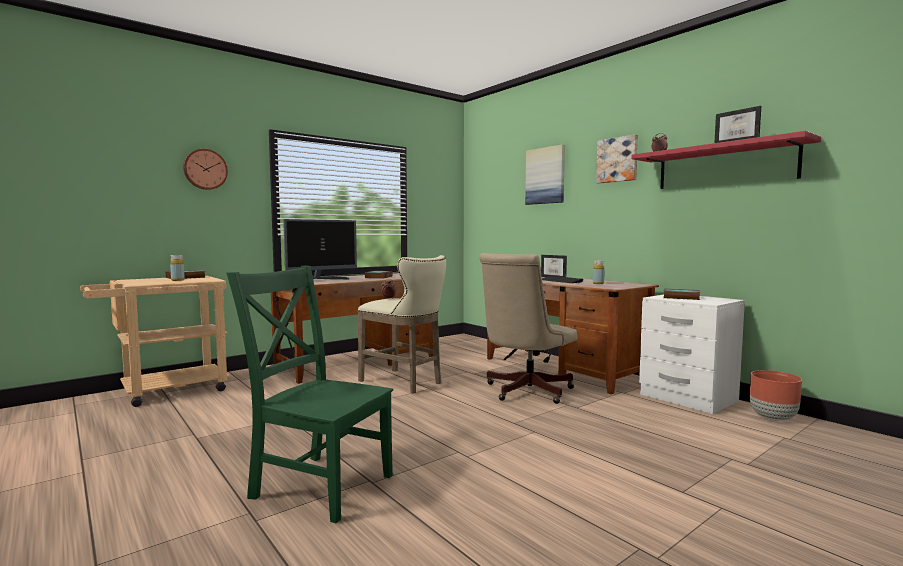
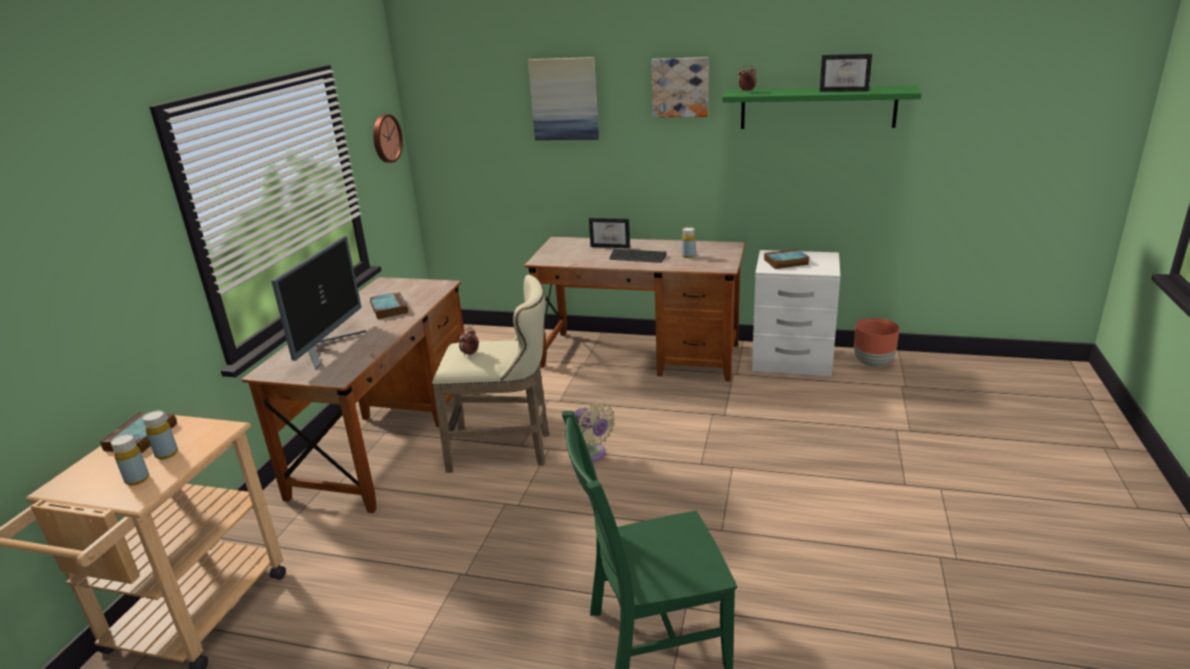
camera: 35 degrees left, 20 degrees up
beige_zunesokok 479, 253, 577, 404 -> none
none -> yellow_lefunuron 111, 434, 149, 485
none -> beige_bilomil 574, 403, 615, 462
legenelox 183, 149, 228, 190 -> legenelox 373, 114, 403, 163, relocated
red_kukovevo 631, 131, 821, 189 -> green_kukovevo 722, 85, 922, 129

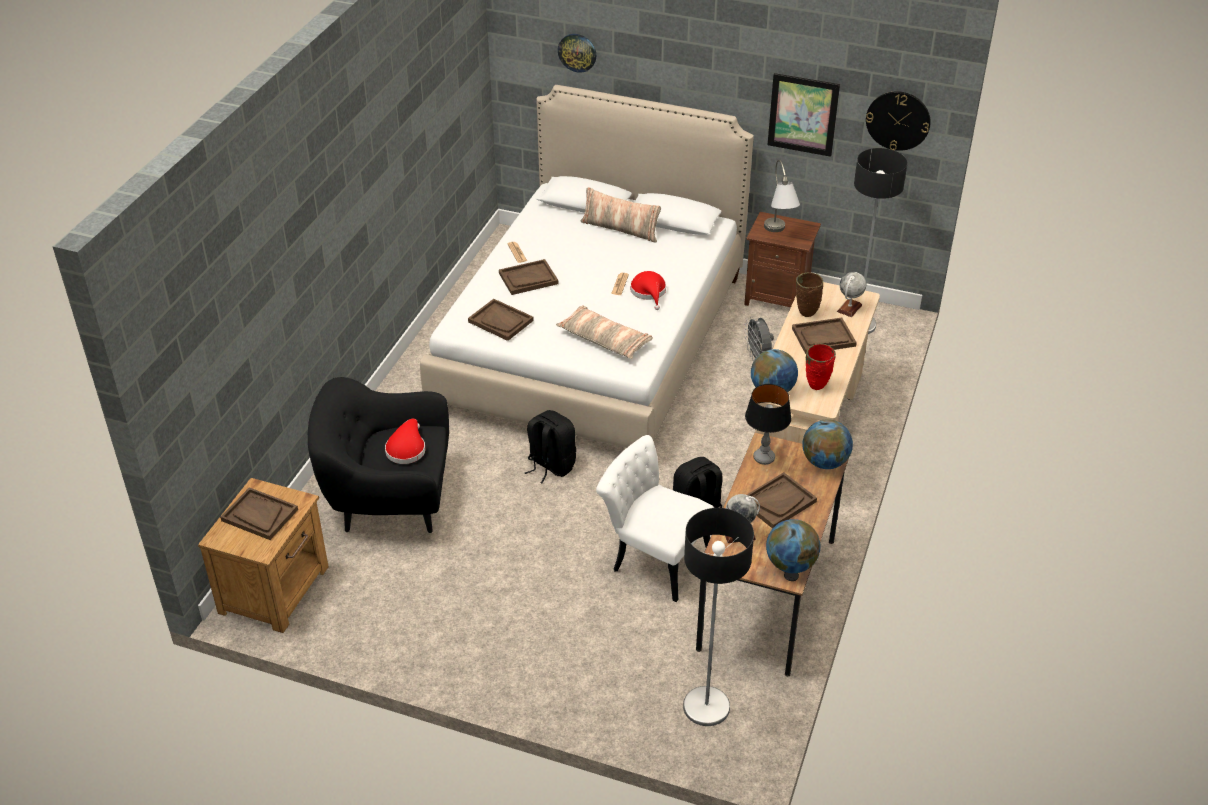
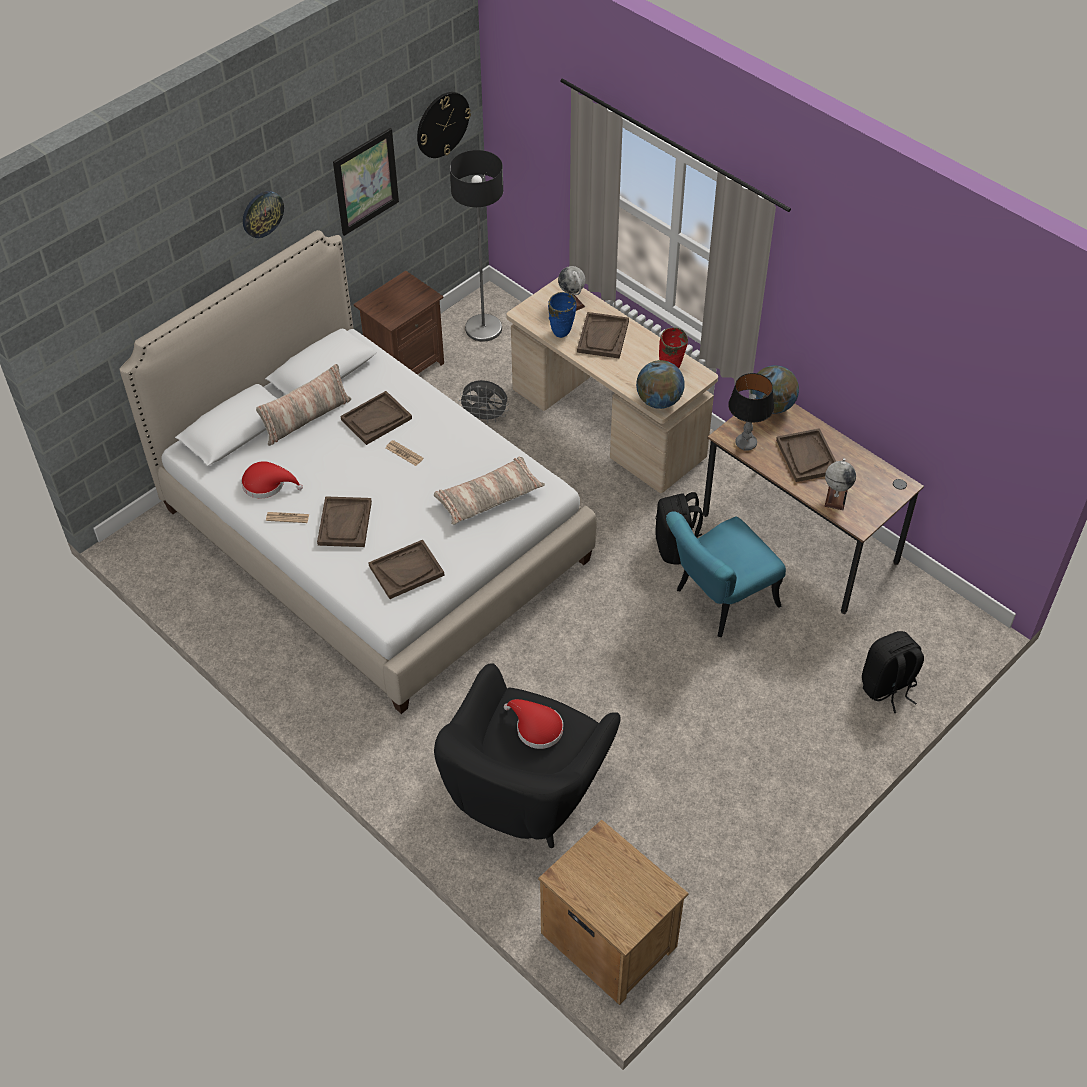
camera: 65 degrees left, 10 degrees up
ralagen 683, 508, 754, 726 -> none
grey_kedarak 764, 160, 800, 232 -> none
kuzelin 766, 519, 820, 573 -> none
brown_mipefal 220, 487, 298, 540 -> brown_mipefal 340, 391, 412, 445, relocated
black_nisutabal 525, 410, 576, 483 -> black_nisutabal 862, 631, 924, 713, relocated
legenelox 558, 34, 596, 73 -> legenelox 243, 191, 284, 238, relocated
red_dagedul 630, 271, 666, 310 -> red_dagedul 241, 461, 303, 498, relocated
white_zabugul 596, 435, 714, 602 -> turquoise_zabugul 666, 511, 786, 637
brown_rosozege 796, 272, 823, 317 -> blue_rosozege 548, 292, 576, 338

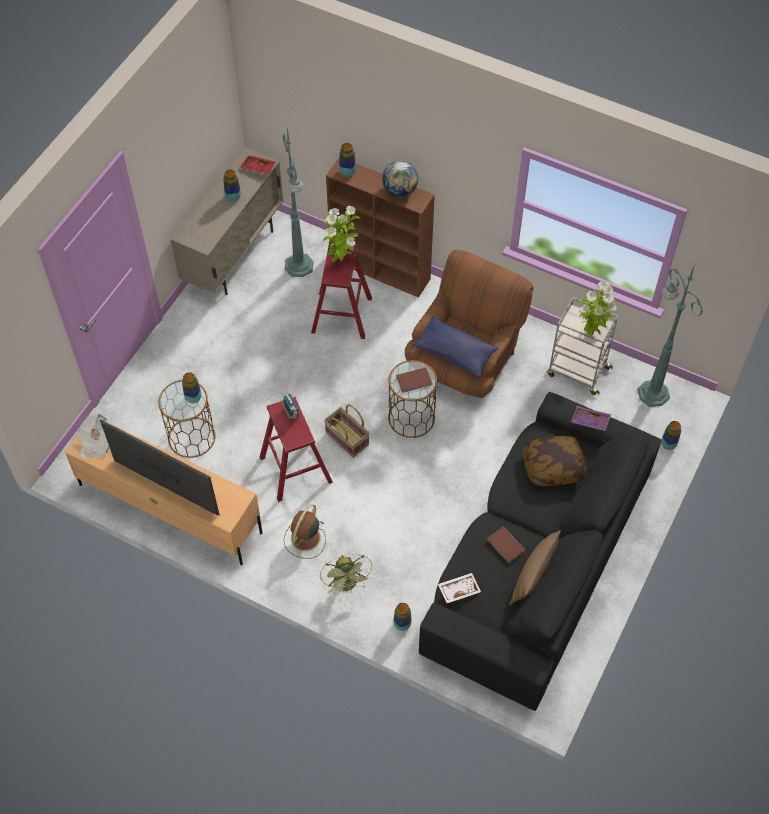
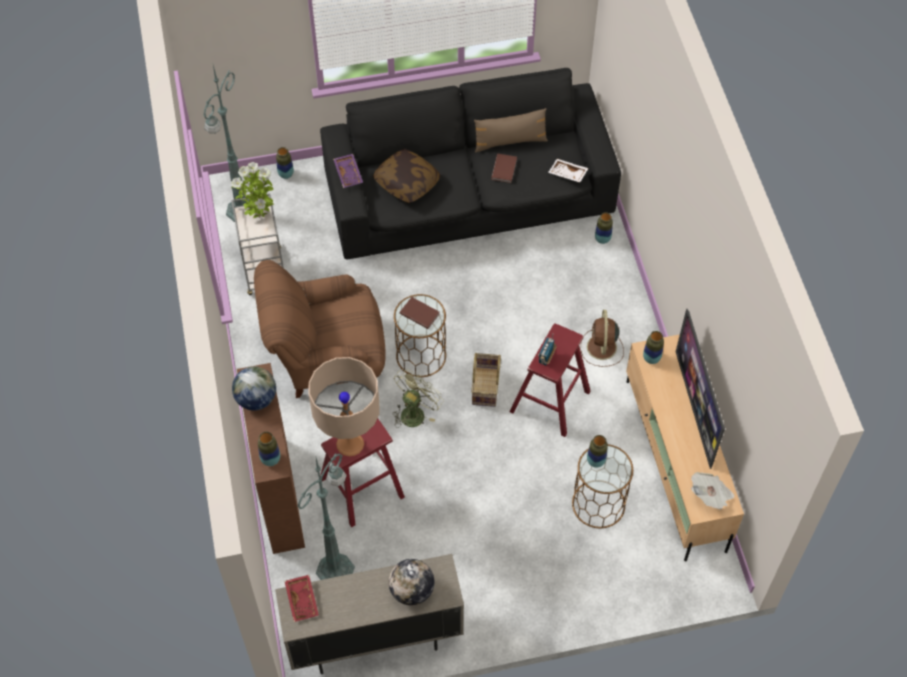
camera: 130 degrees left, 0 degrees up
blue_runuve 412, 316, 499, 378 -> none
none -> kuzelin 389, 559, 434, 605
rosozege 224, 170, 241, 202 -> rosozege 643, 331, 664, 364, relocated
green_bilomil 320, 554, 373, 595 -> green_bilomil 393, 369, 443, 428, relocated
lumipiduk 323, 206, 360, 263 -> beige_kedarak 309, 357, 380, 456
brown_bilomil 284, 504, 326, 559 -> brown_bilomil 581, 310, 624, 367, 105 degrees clockwise

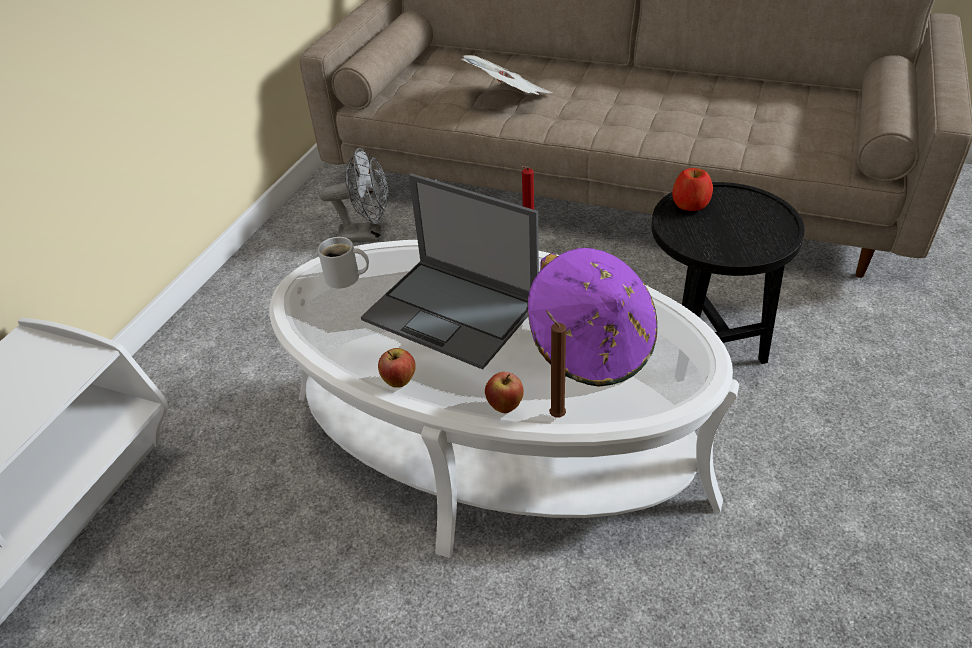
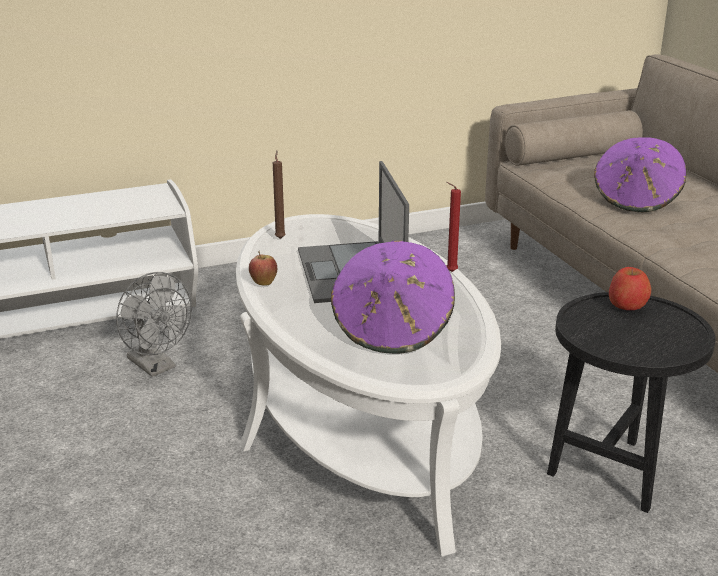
camera: 45 degrees right, 15 degrees down
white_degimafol 318, 237, 369, 289 -> none
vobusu 485, 372, 524, 413 -> none
grey_bilomil 319, 148, 389, 242 -> grey_bilomil 116, 272, 192, 377, relocated
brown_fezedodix 546, 310, 566, 418 -> brown_fezedodix 273, 151, 286, 239, relocated
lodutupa 461, 55, 553, 95 -> purple_dagedul 594, 137, 686, 212

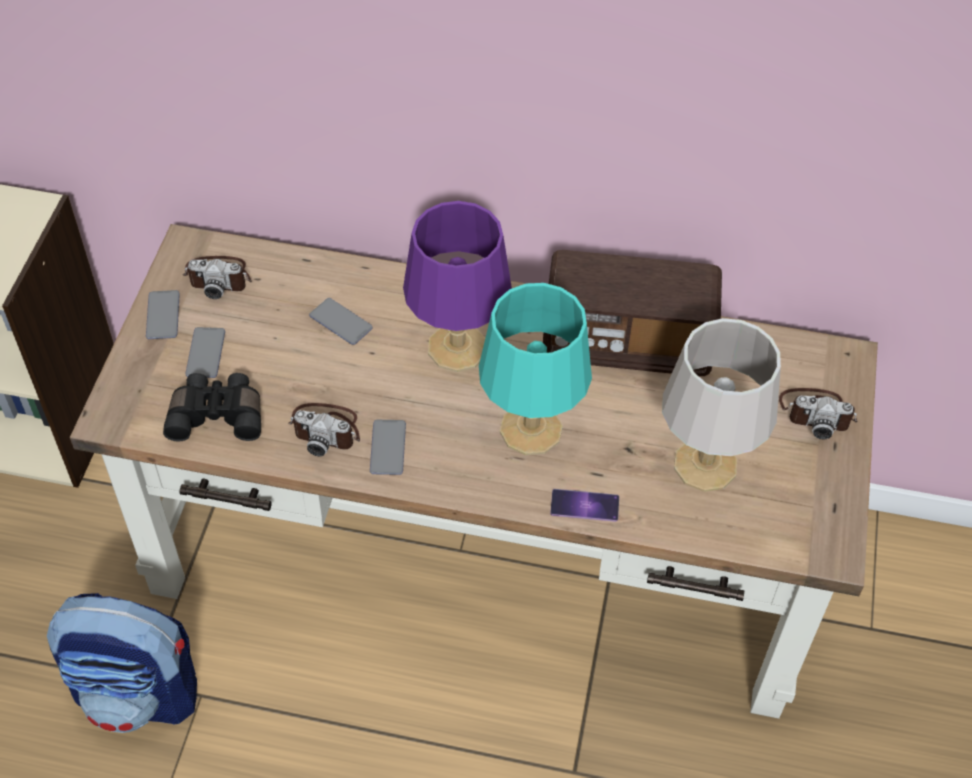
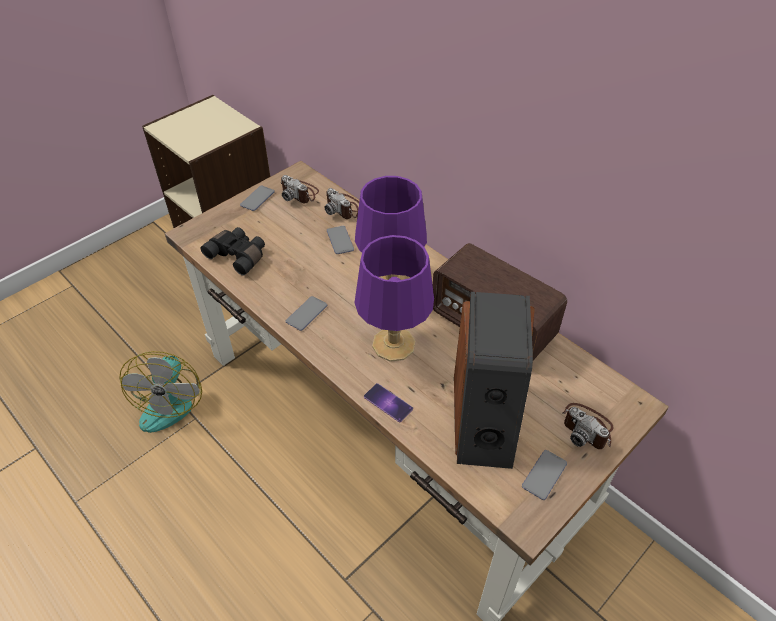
camera: 35 degrees right, 5 degrees down
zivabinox 185, 327, 225, 378 -> zivabinox 522, 450, 567, 500, relocated
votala 289, 403, 360, 457 -> votala 324, 188, 359, 219, relocated
nisutabal 47, 593, 197, 733 -> bilomil 119, 351, 202, 433
grey_kedarak 662, 318, 781, 492 -> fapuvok 454, 292, 535, 469
turquoise_kedarak 479, 283, 592, 455 -> purple_kedarak 354, 235, 434, 362

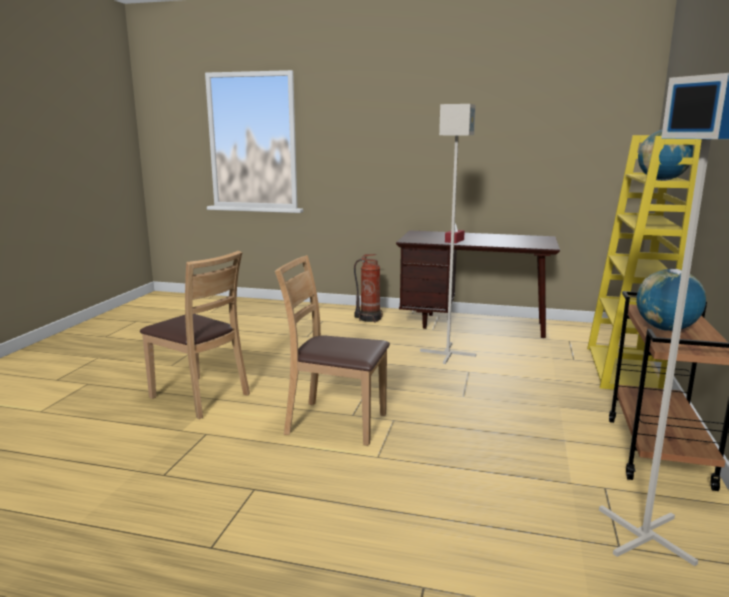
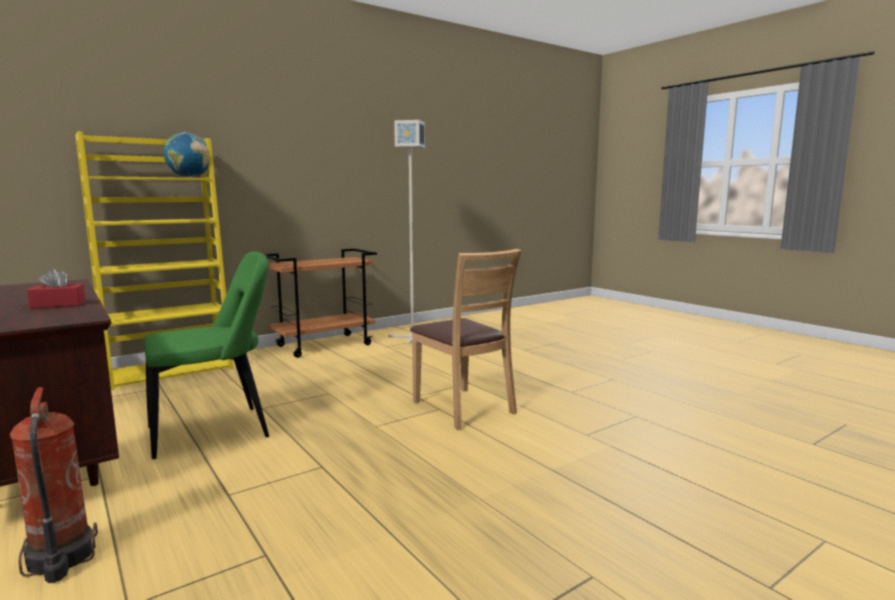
camera: 140 degrees left, 5 degrees down
brown_zabugul 140, 251, 250, 419 -> none
kuzelin 636, 269, 706, 331 -> none
grey_ralagen 420, 104, 476, 364 -> green_zabugul 144, 252, 269, 459

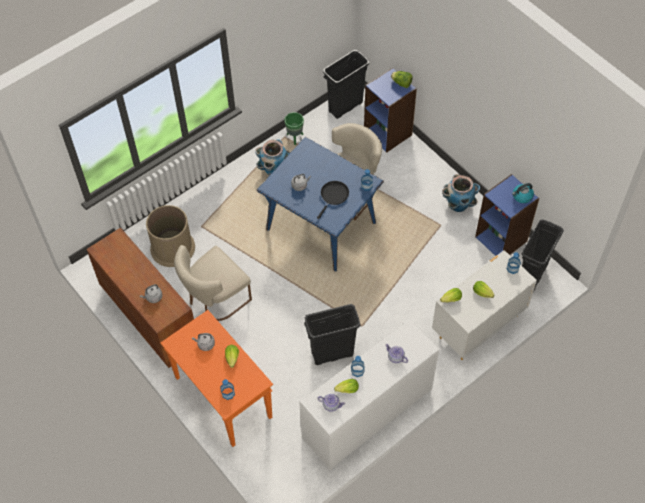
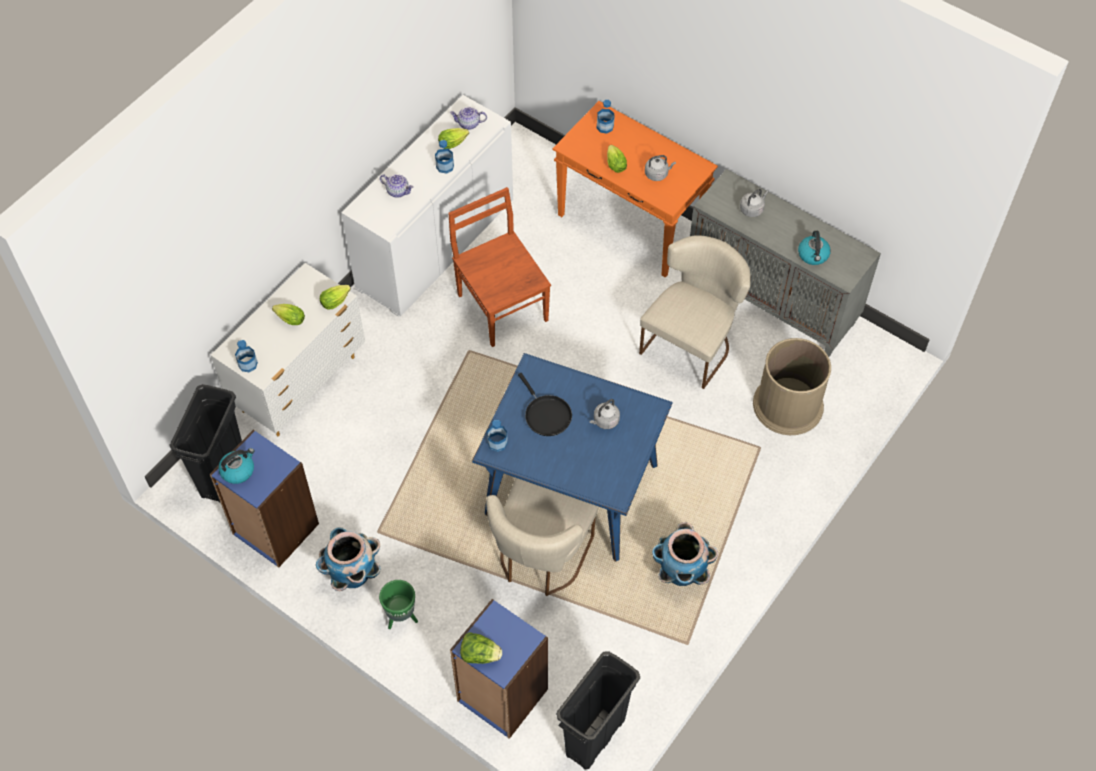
camera: 165 degrees right, 0 degrees up
none -> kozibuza 798, 231, 831, 265
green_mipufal 284, 112, 304, 145 -> green_mipufal 379, 580, 418, 629, relocated
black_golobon 304, 304, 361, 365 -> brown_zabugul 448, 187, 551, 347
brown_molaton 86, 227, 194, 368 -> grey_molaton 690, 169, 881, 357
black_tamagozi 317, 181, 349, 219 -> black_tamagozi 518, 373, 572, 436, 45 degrees counterclockwise

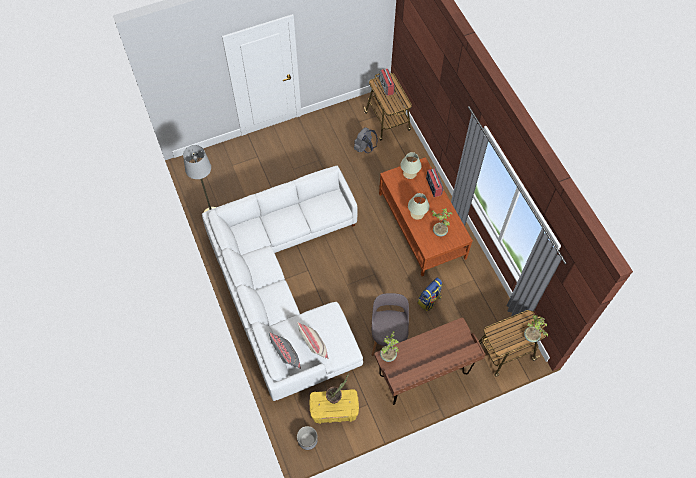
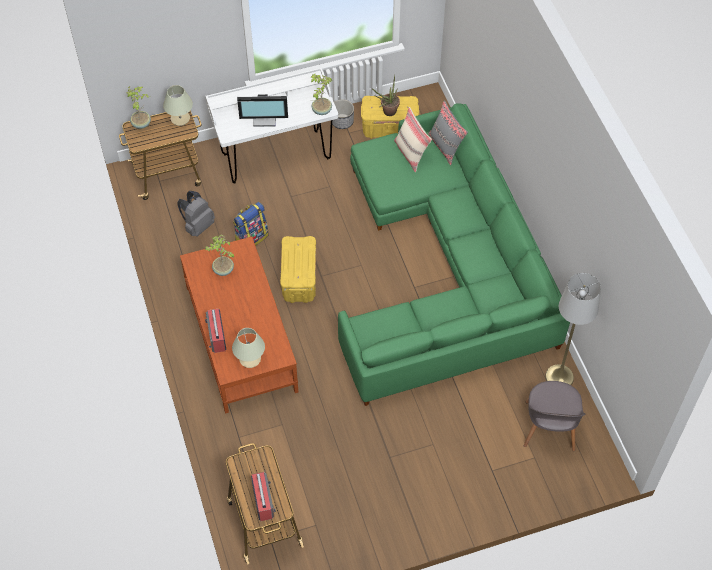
camera: 175 degrees left, 5 degrees down
none -> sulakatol 237, 94, 288, 127
none -> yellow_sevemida 280, 236, 316, 303
mipufal 297, 426, 318, 450 -> mipufal 332, 99, 354, 129, relocated
grey_nisutabal 354, 127, 378, 153 -> grey_nisutabal 177, 191, 215, 237, relocated
grey_zabugul 371, 293, 409, 356 -> grey_zabugul 524, 381, 585, 451, relocated
beige_kedarak 408, 193, 430, 220 -> beige_kedarak 163, 85, 193, 126, relocated
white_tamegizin 202, 166, 363, 401 -> green_tamegizin 338, 103, 570, 406
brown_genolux 375, 318, 486, 405 -> white_genolux 206, 68, 338, 183

